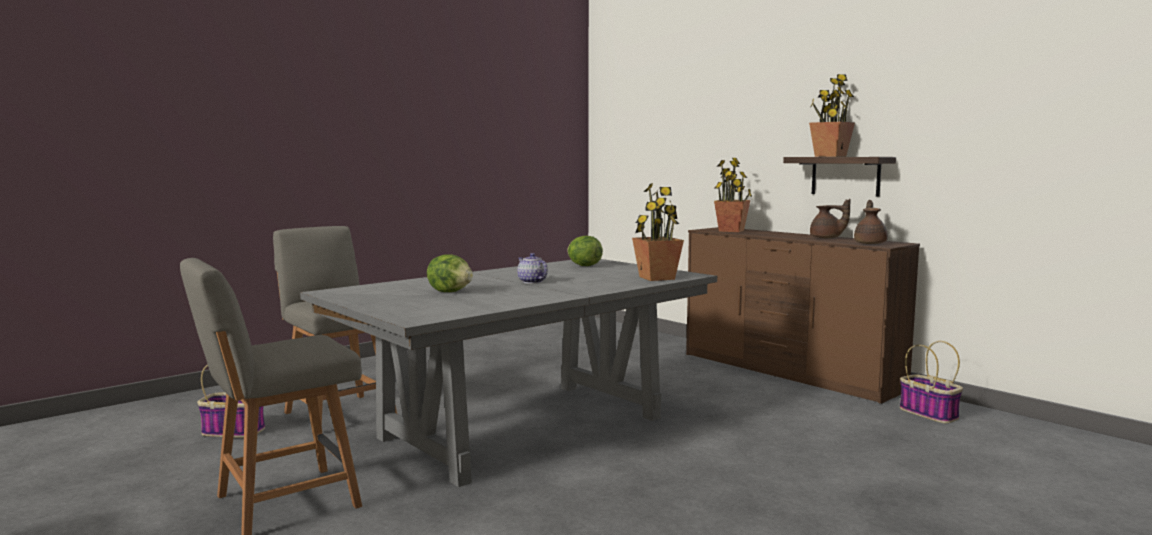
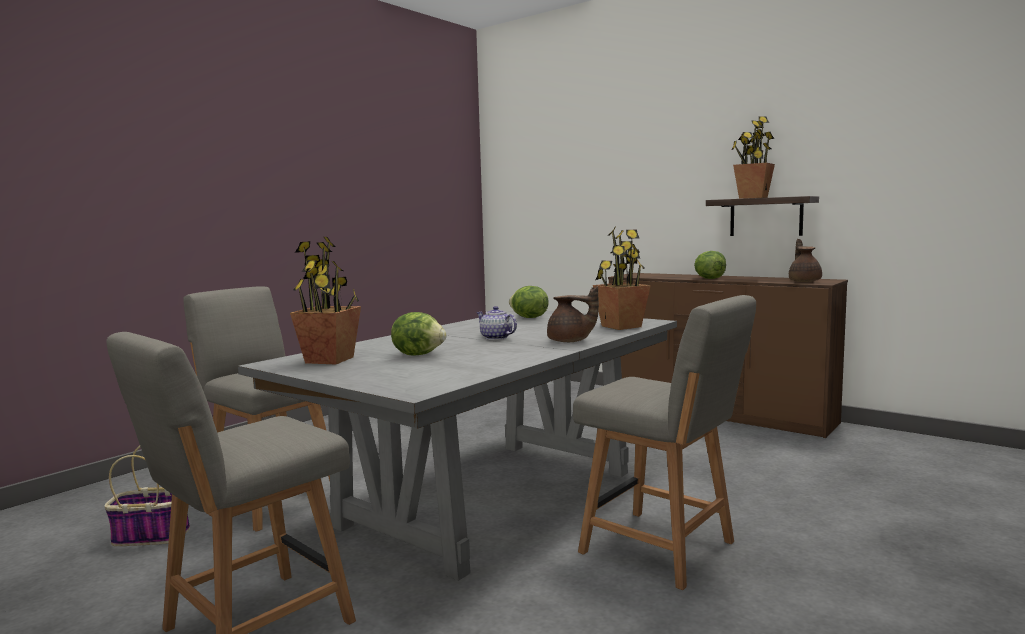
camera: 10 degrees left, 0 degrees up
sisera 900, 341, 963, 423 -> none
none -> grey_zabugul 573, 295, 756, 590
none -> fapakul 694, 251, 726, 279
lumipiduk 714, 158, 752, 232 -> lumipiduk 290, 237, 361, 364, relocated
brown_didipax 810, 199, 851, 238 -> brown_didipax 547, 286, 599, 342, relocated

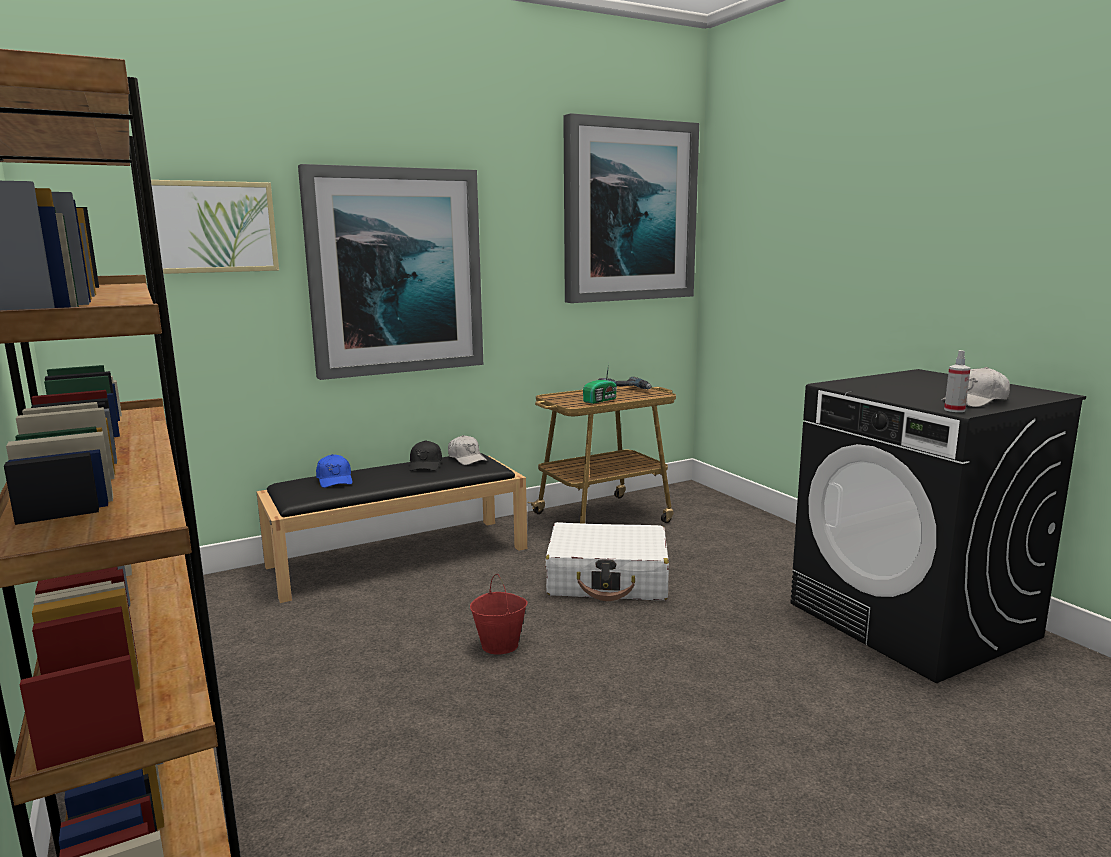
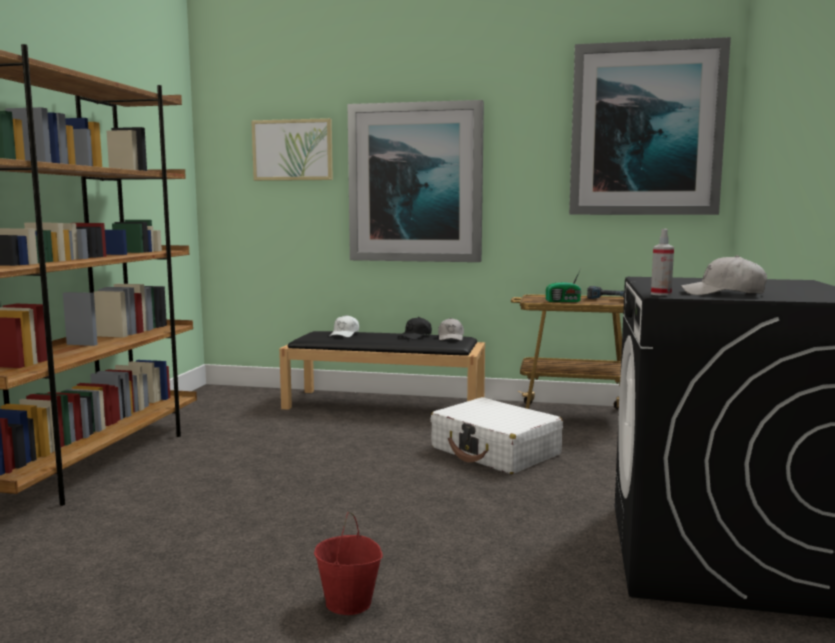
camera: 40 degrees right, 5 degrees down
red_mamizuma 470, 574, 527, 655 -> red_mamizuma 314, 512, 383, 615, relocated
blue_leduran 316, 454, 352, 488 -> white_leduran 330, 315, 359, 337

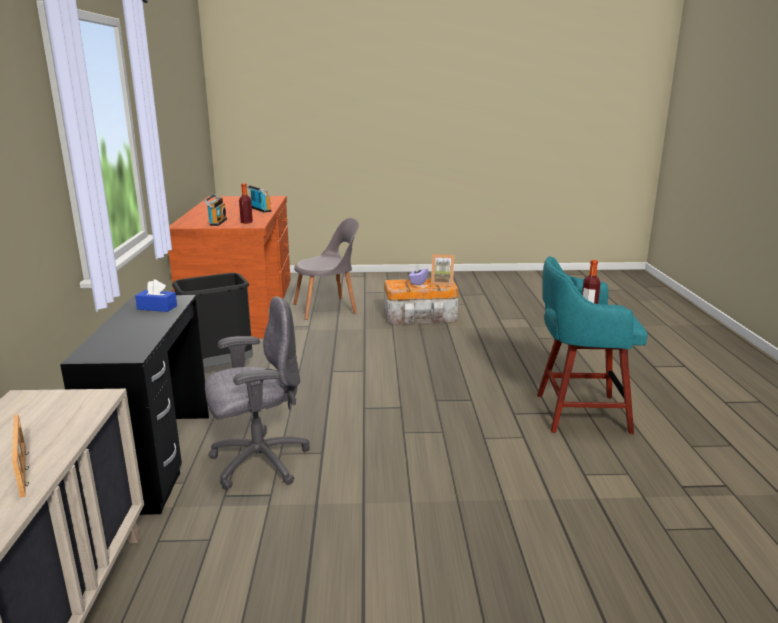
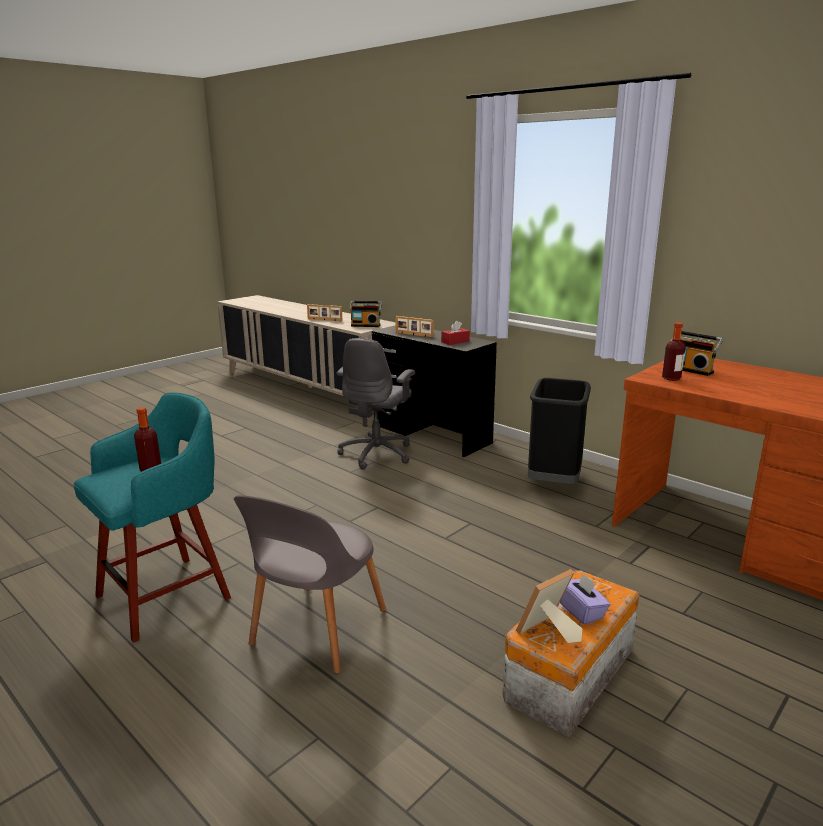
camera: 135 degrees right, 0 degrees up
none -> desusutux 395, 316, 434, 337
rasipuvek 247, 185, 272, 213 -> rasipuvek 349, 301, 382, 327, relocated
grey_zabugul 293, 218, 359, 320 -> grey_zabugul 234, 495, 386, 673, relocated
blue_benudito 135, 279, 177, 312 -> red_benudito 441, 320, 470, 345

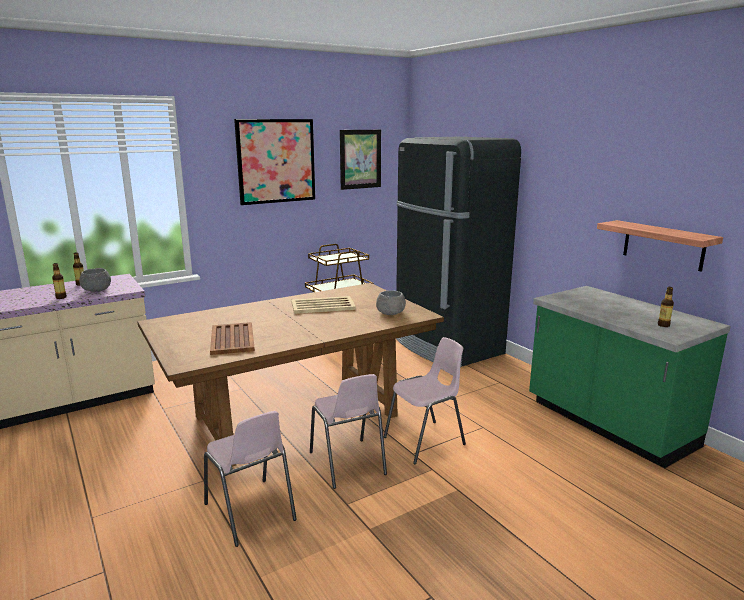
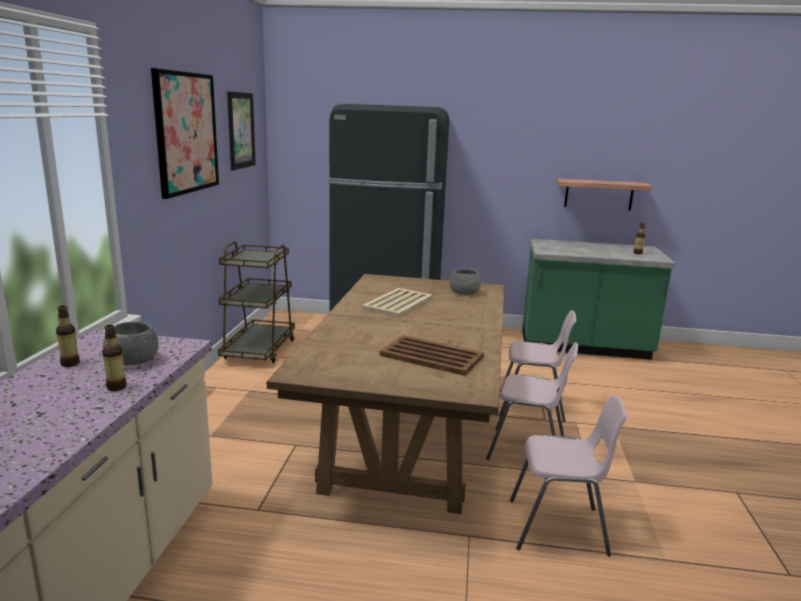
camera: 50 degrees left, 0 degrees up
pink_zabugul 384, 337, 466, 464 -> pink_zabugul 499, 310, 576, 422, 90 degrees clockwise

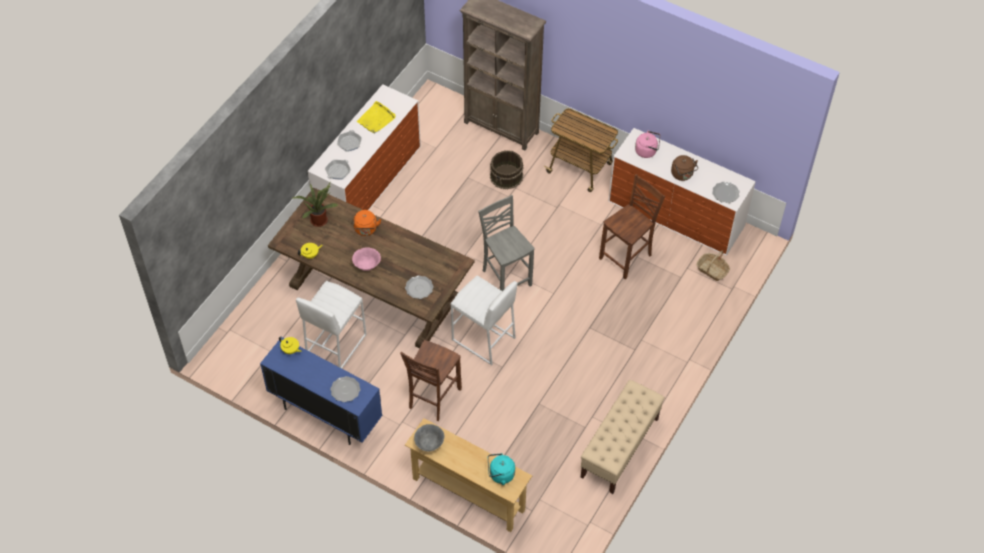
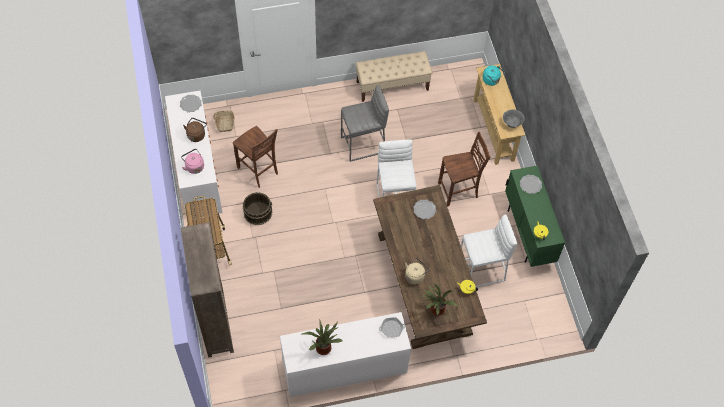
camera: 135 degrees left, 5 degrees up
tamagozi 337, 130, 362, 152 -> none
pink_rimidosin 352, 247, 381, 271 -> none
grey_zabugul 478, 195, 535, 291 -> none
none -> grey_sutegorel 341, 85, 389, 162
brown_mamizuma 490, 150, 524, 189 -> brown_mamizuma 242, 192, 273, 225, relocated
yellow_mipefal 357, 101, 395, 133 -> lumipiduk 302, 320, 342, 355
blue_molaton 260, 337, 382, 445 -> green_molaton 505, 166, 565, 267
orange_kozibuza 353, 210, 381, 236 -> beige_kozibuza 405, 258, 429, 284
brown_zabugul 599, 174, 665, 279 -> brown_zabugul 233, 126, 278, 188, 135 degrees counterclockwise

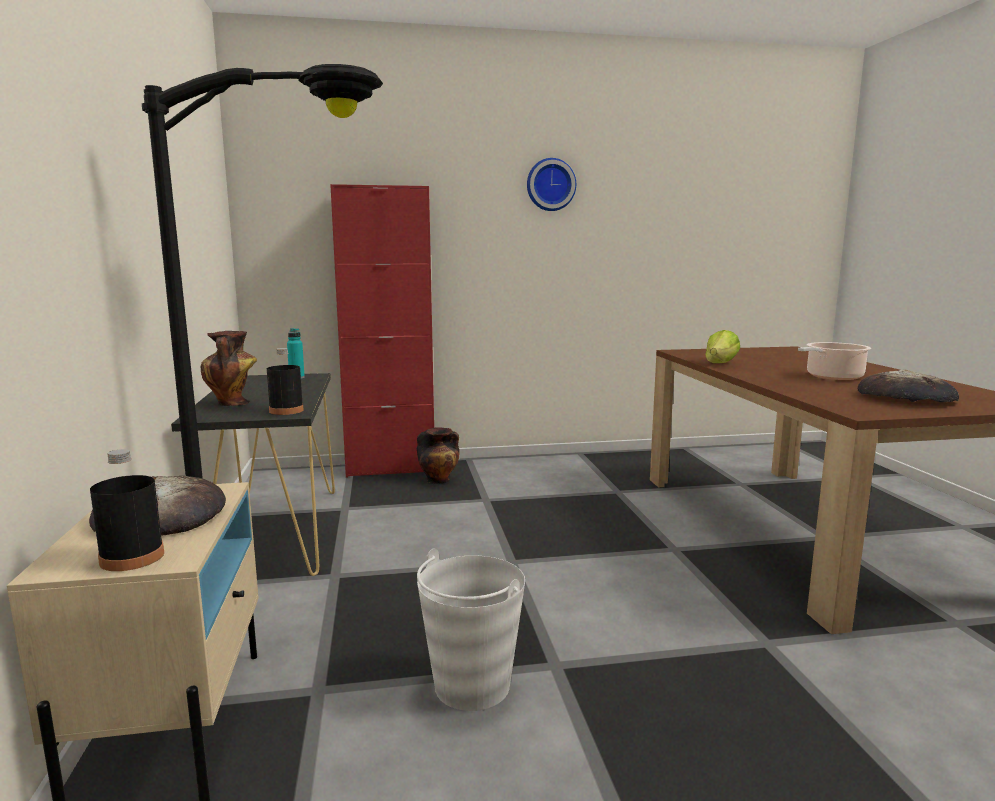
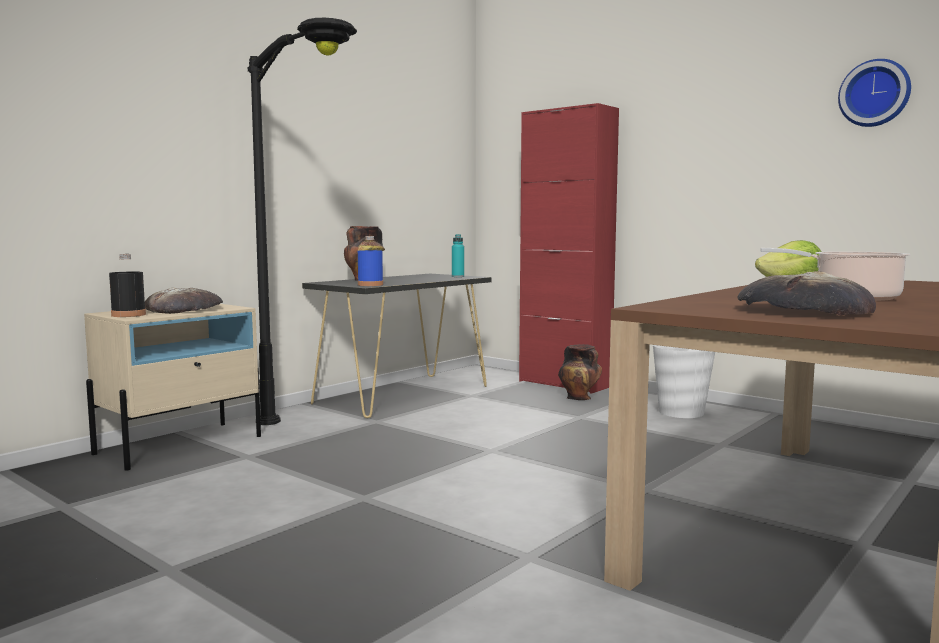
camera: 50 degrees right, 5 degrees down
white_mamizuma 417, 549, 525, 711 -> white_mamizuma 653, 345, 715, 418, relocated
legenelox 527, 158, 576, 211 -> legenelox 838, 59, 911, 127, relocated
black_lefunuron 267, 348, 303, 415 -> blue_lefunuron 358, 236, 383, 286

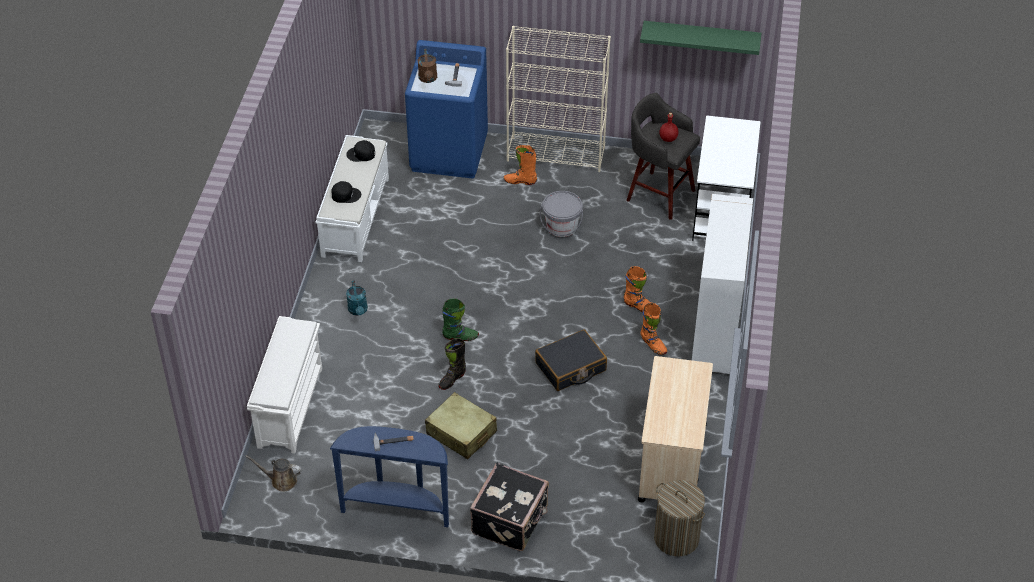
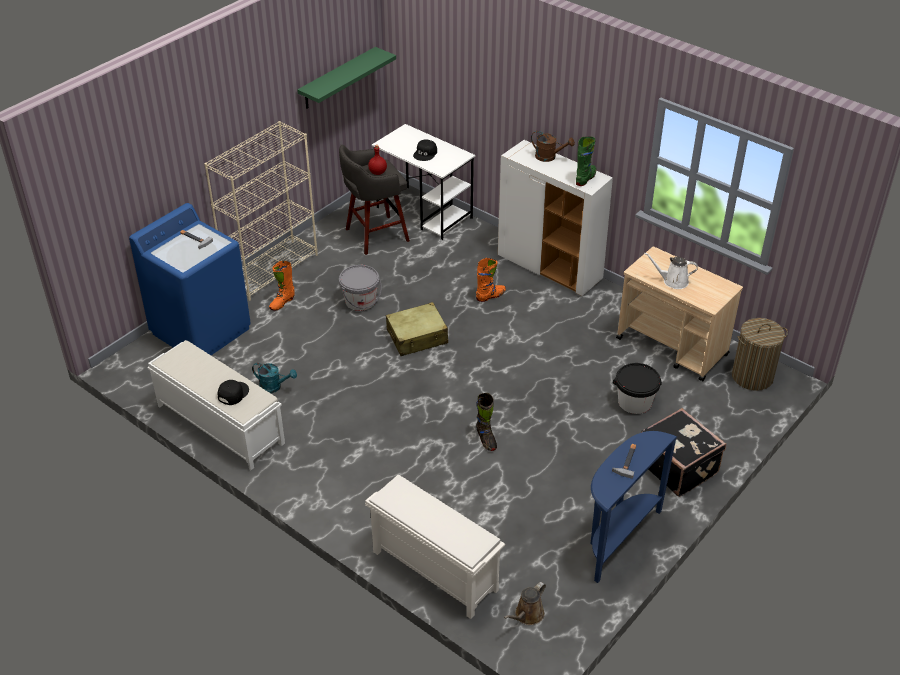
camera: 60 degrees left, 5 degrees down
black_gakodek 535, 329, 607, 391 -> none
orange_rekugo 641, 303, 667, 355 -> none
none -> black_mamizuma 613, 363, 662, 414
none -> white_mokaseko 644, 252, 698, 289
black_leduran 346, 140, 375, 162 -> black_leduran 413, 139, 437, 161, relocated
turquoise_mokaseko 346, 280, 368, 315 -> turquoise_mokaseko 252, 363, 297, 393, relocated
brown_mokaseko 418, 49, 437, 83 -> brown_mokaseko 531, 131, 575, 162, relocated
beige_gakodek 425, 392, 497, 459 -> beige_gakodek 386, 302, 448, 356, relocated
green_rekugo 442, 298, 479, 341 -> green_rekugo 576, 136, 596, 186, relocated

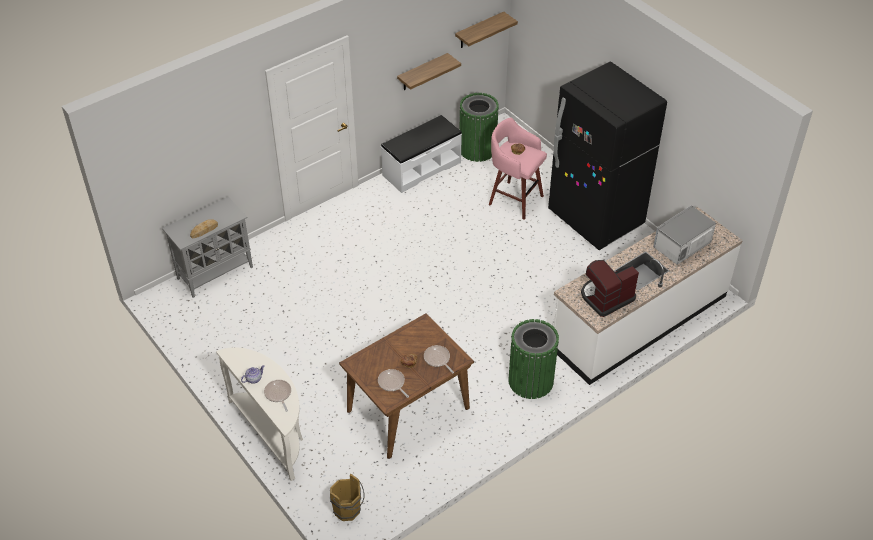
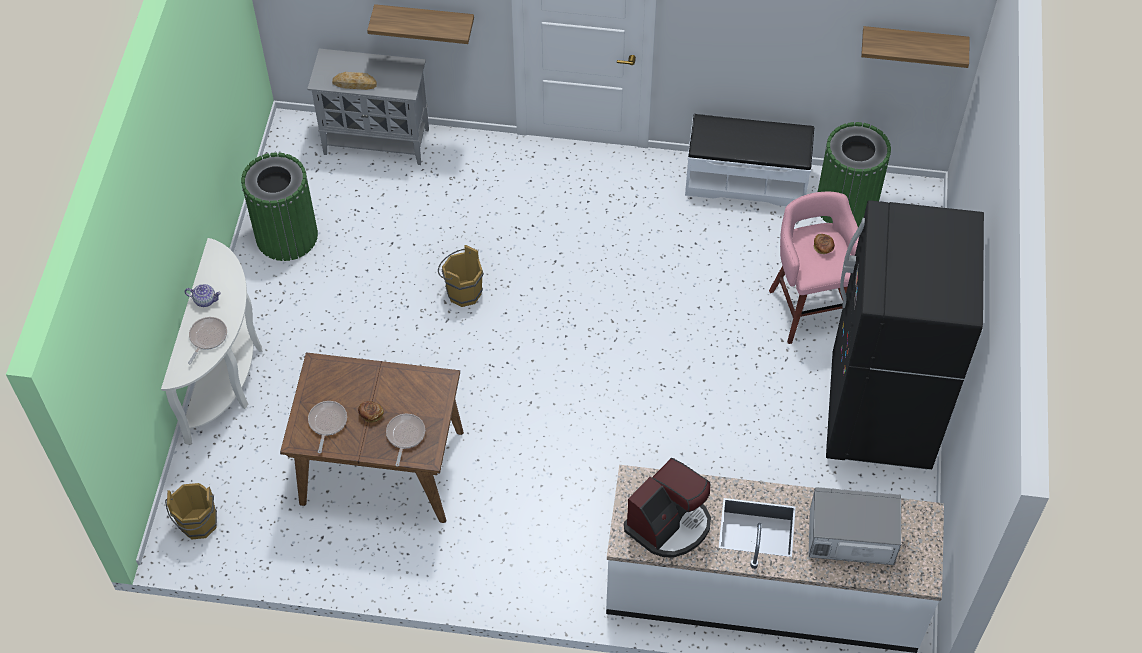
camera: 45 degrees right, 10 degrees up
none -> brown_mamizuma 438, 245, 484, 307
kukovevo 397, 53, 461, 90 -> kukovevo 367, 4, 474, 44, relocated
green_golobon 508, 319, 559, 399 -> green_golobon 241, 152, 318, 261, relocated
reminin 581, 260, 639, 317 -> reminin 624, 458, 711, 558, 120 degrees clockwise

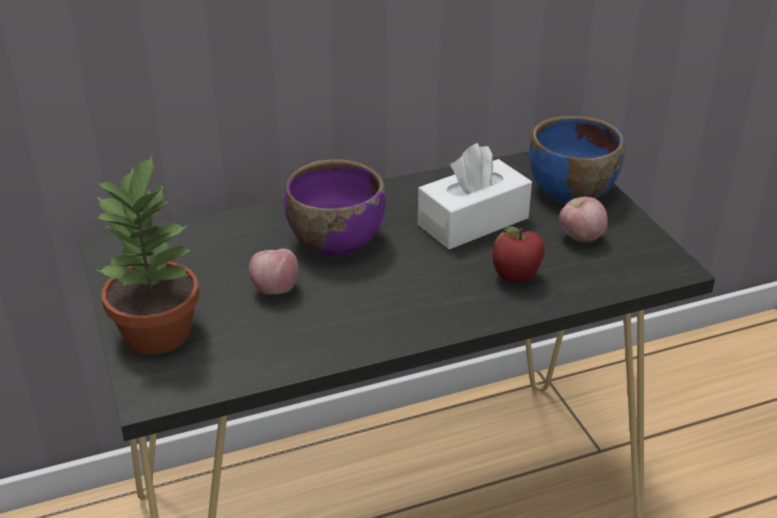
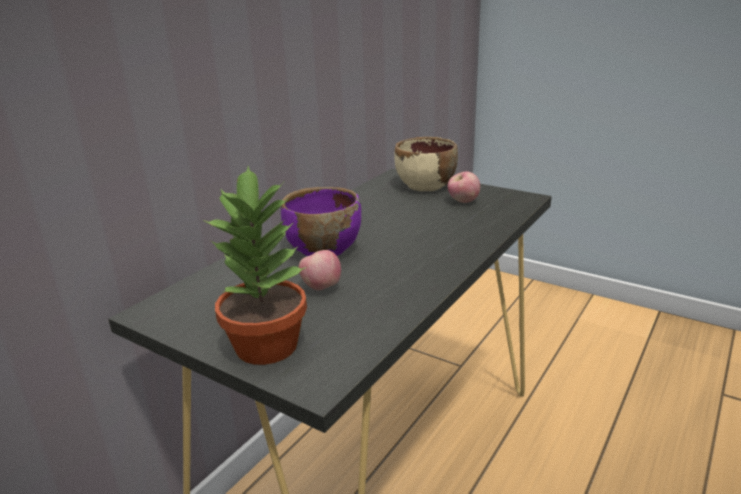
camera: 35 degrees left, 10 degrees down
white_benudito 418, 143, 532, 249 -> none
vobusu 493, 226, 545, 282 -> none
blue_rimidosin 529, 116, 625, 204 -> beige_rimidosin 394, 137, 458, 191

